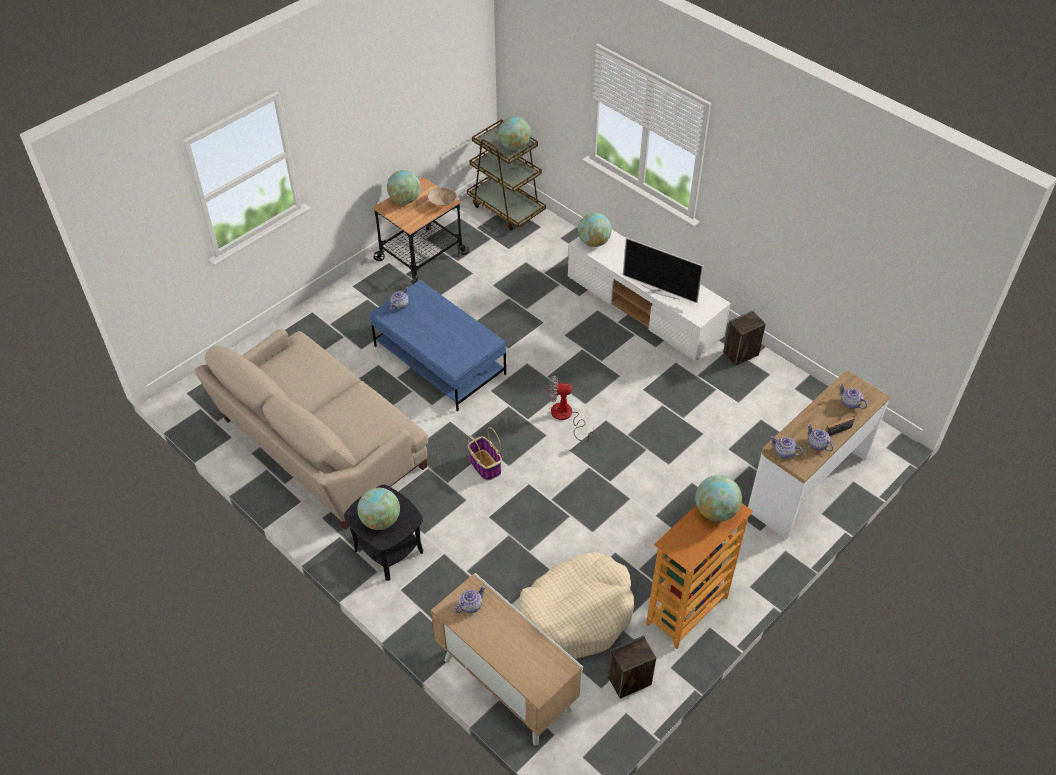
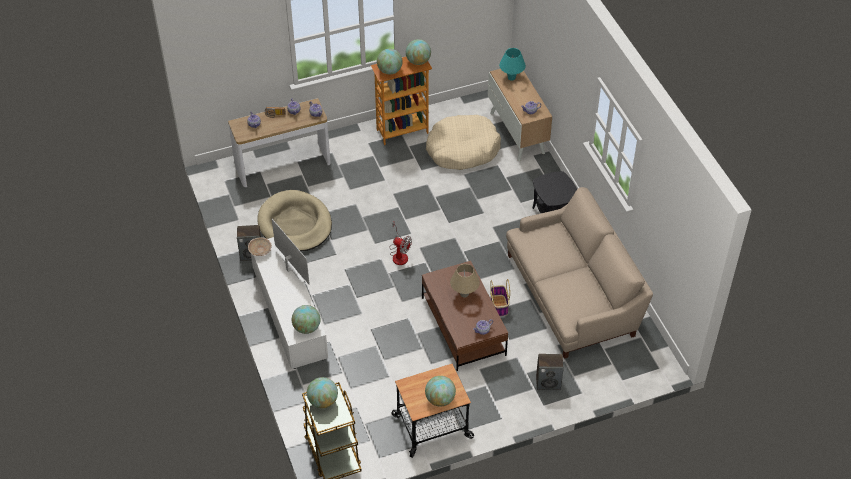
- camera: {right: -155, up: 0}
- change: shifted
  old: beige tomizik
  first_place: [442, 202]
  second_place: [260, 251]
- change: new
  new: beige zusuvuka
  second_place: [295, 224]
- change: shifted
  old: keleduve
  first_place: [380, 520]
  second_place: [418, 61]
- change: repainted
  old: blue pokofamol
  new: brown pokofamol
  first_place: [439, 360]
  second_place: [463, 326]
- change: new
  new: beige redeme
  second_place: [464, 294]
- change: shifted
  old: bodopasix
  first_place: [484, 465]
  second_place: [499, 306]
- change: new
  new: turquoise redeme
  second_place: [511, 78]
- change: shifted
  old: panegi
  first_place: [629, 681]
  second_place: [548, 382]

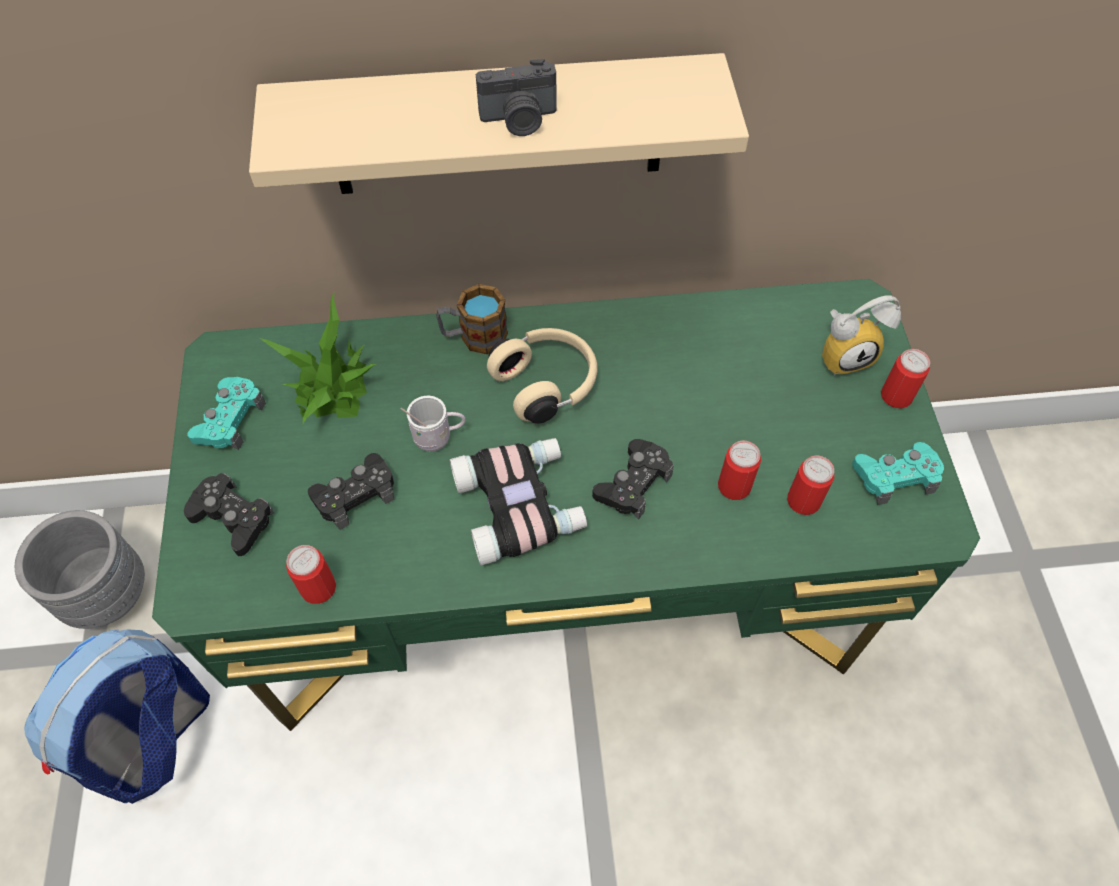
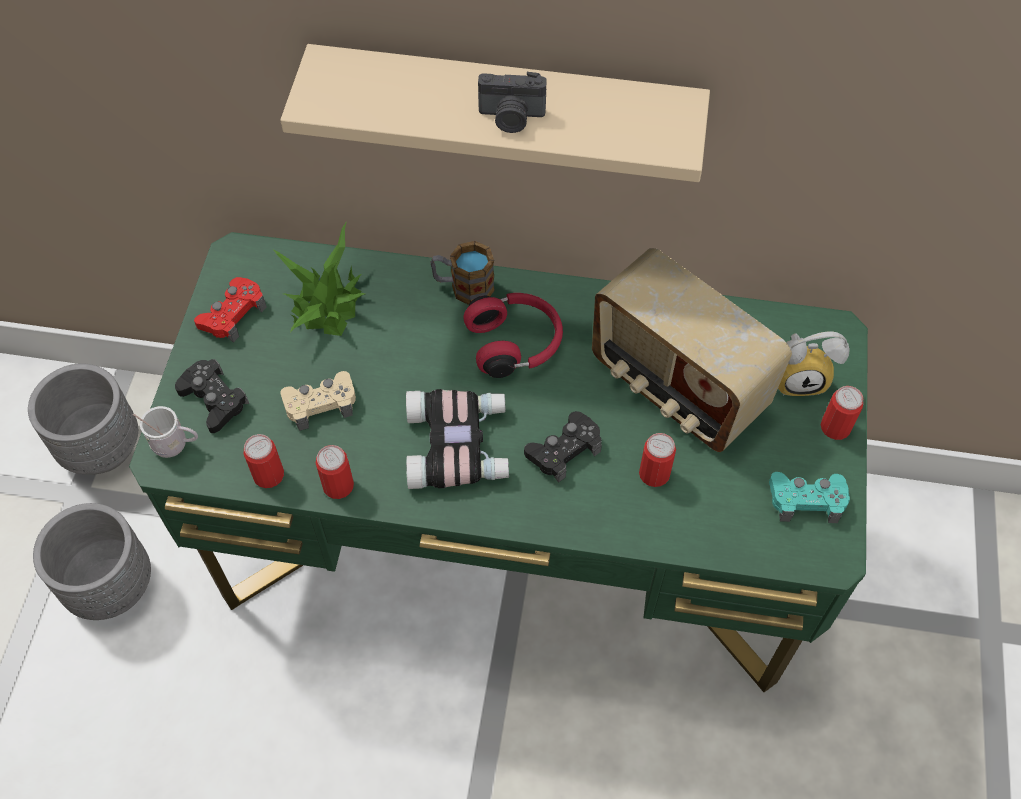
- camera: {right: 15, up: 0}
- change: swapped
  old: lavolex
  new: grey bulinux
  first_place: [154, 740]
  second_place: [111, 586]
- change: shifted
  old: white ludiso
  first_place: [438, 437]
  second_place: [175, 445]
- change: repainted
  old: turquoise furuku
  new: red furuku
  first_place: [230, 419]
  second_place: [233, 314]
- change: repainted
  old: black furuku
  new: beige furuku
  first_place: [355, 495]
  second_place: [320, 404]
- change: shifted
  old: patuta
  first_place: [803, 500]
  second_place: [338, 485]
- change: repainted
  old: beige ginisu
  new: red ginisu
  first_place: [547, 383]
  second_place: [515, 343]
- change: new
  new: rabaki
  second_place: [676, 387]

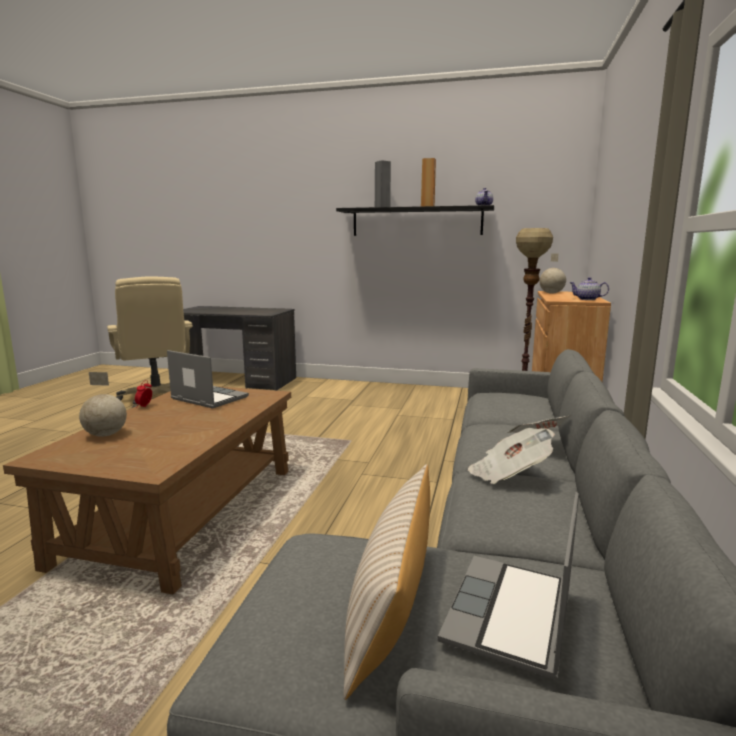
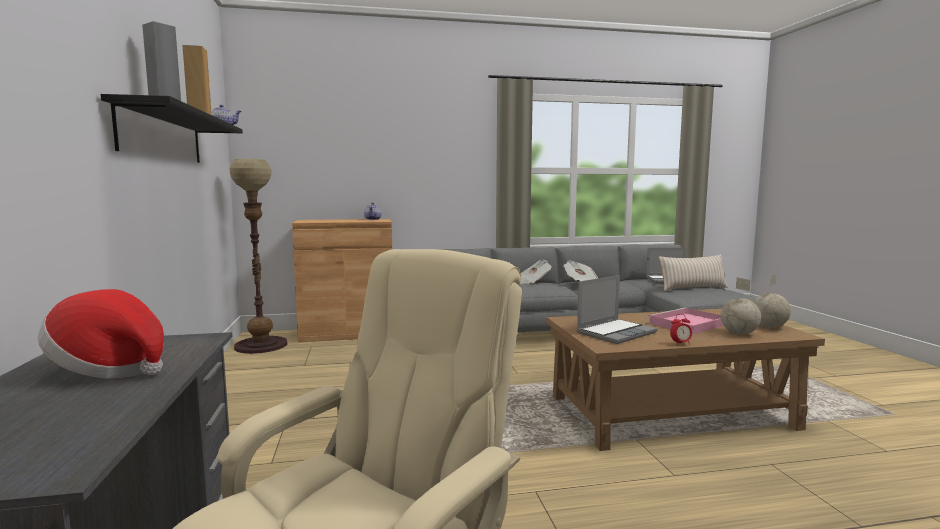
- camera: {right: -115, up: -5}
- change: new
  new: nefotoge
  second_place: [110, 369]
- change: rotated
  old: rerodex
  first_place: [208, 398]
  second_place: [616, 332]
  degrees: -135
- change: new
  new: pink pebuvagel
  second_place: [687, 324]
- change: shifted
  old: keleduve
  first_place: [551, 293]
  second_place: [769, 327]

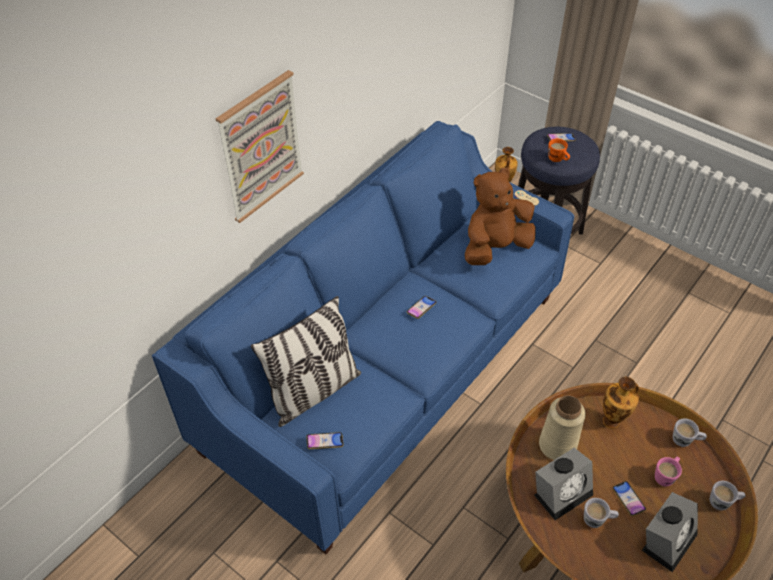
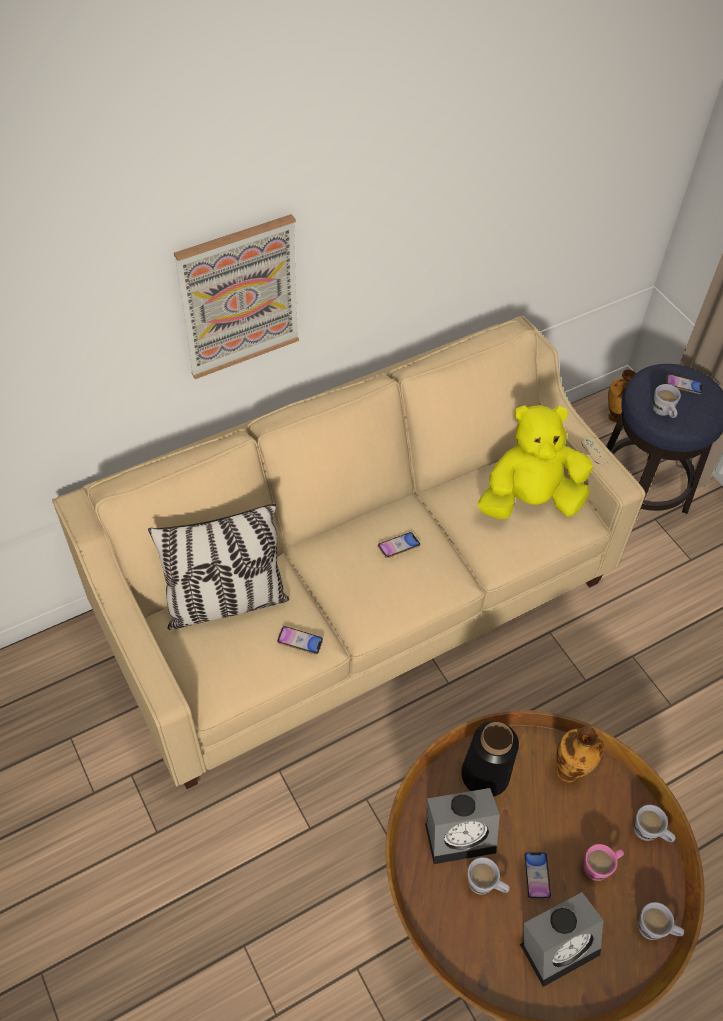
- camera: {right: 20, up: 5}
- change: repainted
  old: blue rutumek
  new: beige rutumek
  first_place: [387, 370]
  second_place: [358, 601]
- change: shifted
  old: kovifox
  first_place: [325, 442]
  second_place: [300, 642]
- change: repainted
  old: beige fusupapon
  new: black fusupapon
  first_place: [557, 445]
  second_place: [484, 775]
- change: repainted
  old: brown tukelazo
  new: yellow tukelazo
  first_place: [495, 248]
  second_place: [529, 501]
- change: repainted
  old: orange ludiso
  new: white ludiso
  first_place: [558, 160]
  second_place: [663, 413]

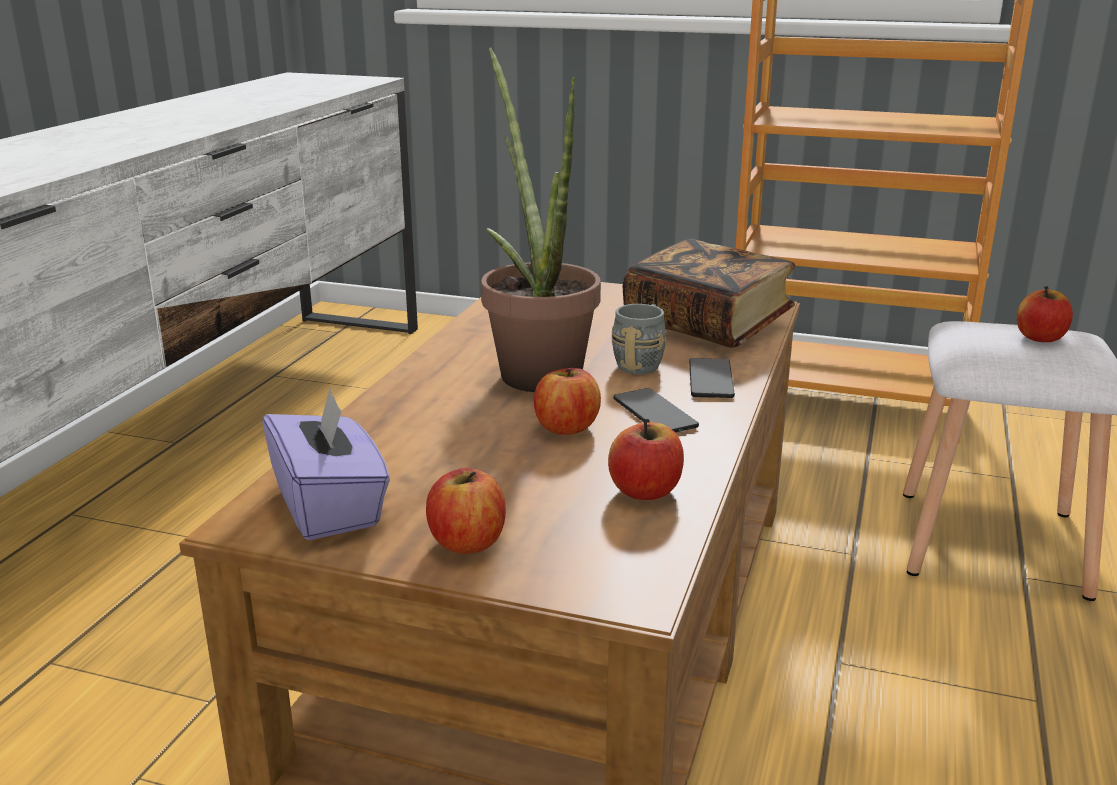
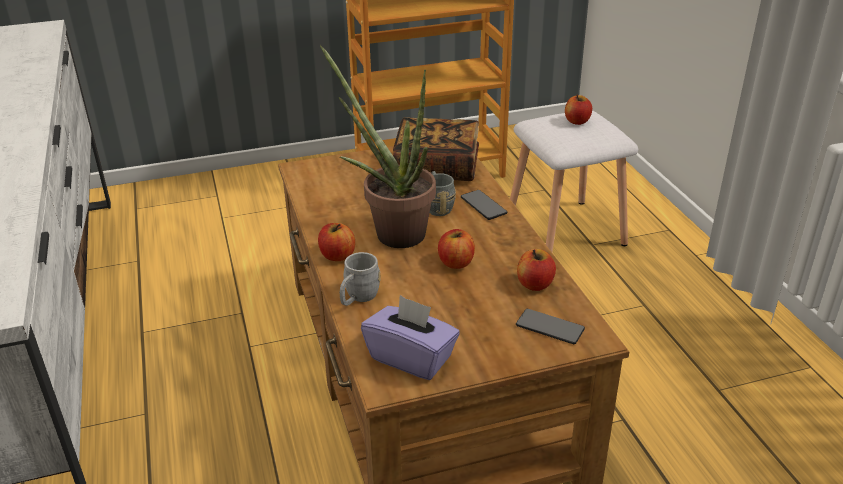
- camera: {right: -35, up: 10}
- change: shifted
  old: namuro
  first_place: [467, 542]
  second_place: [337, 255]
- change: new
  new: grey ludiso
  second_place: [358, 298]
- change: shifted
  old: kovifox
  first_place: [654, 413]
  second_place: [550, 327]

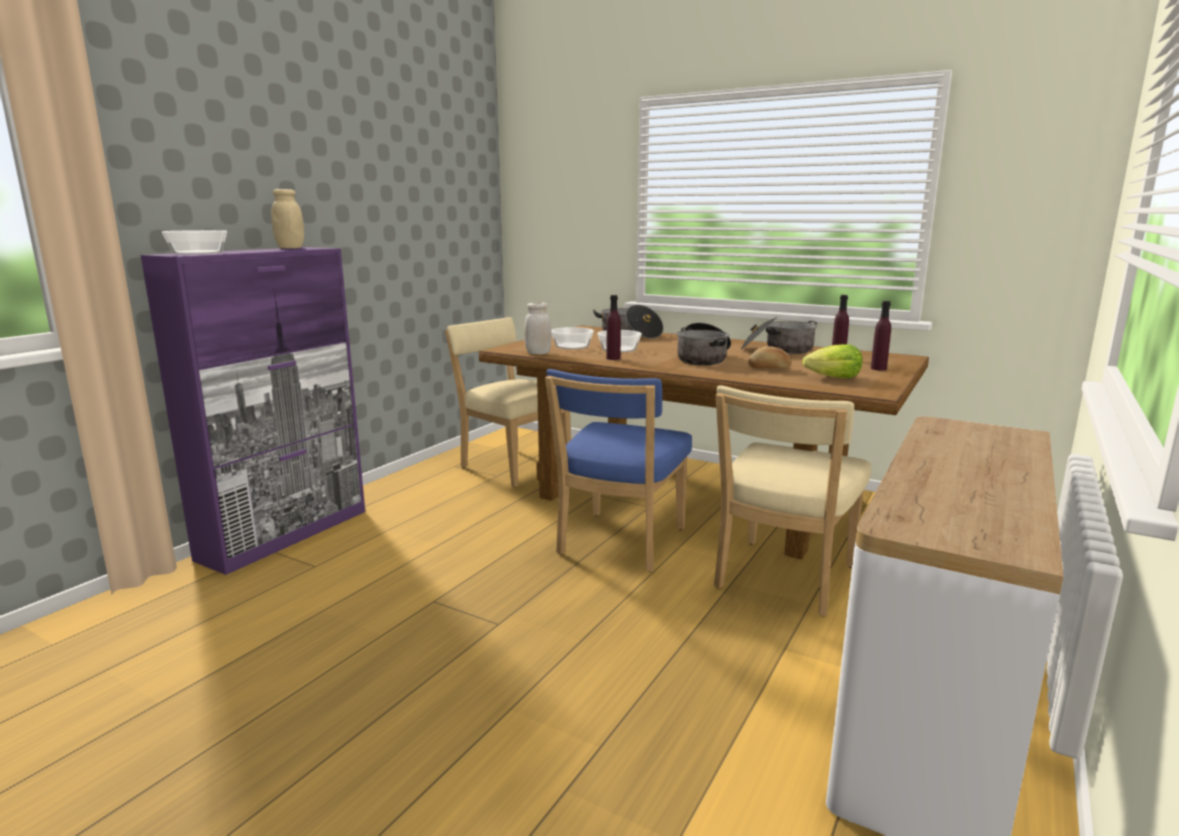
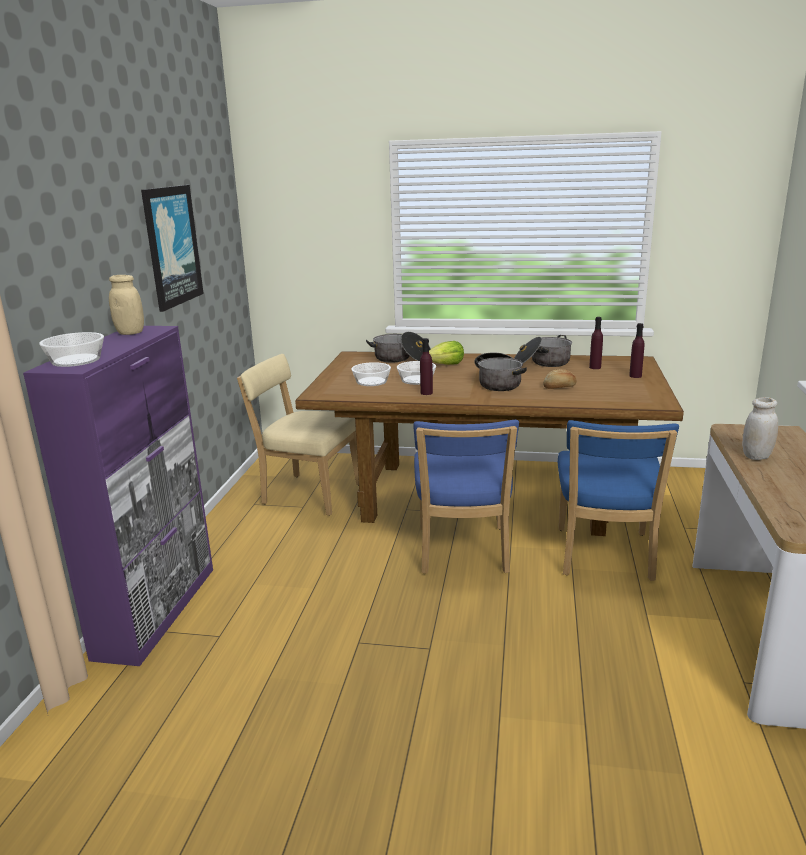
- camera: {right: -20, up: 5}
- change: new
  new: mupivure
  second_place: [171, 246]
- change: shifted
  old: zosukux
  first_place: [833, 378]
  second_place: [446, 365]
- change: repainted
  old: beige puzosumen
  new: blue puzosumen
  first_place: [782, 580]
  second_place: [604, 557]
- change: shifted
  old: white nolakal
  first_place: [538, 353]
  second_place: [756, 456]

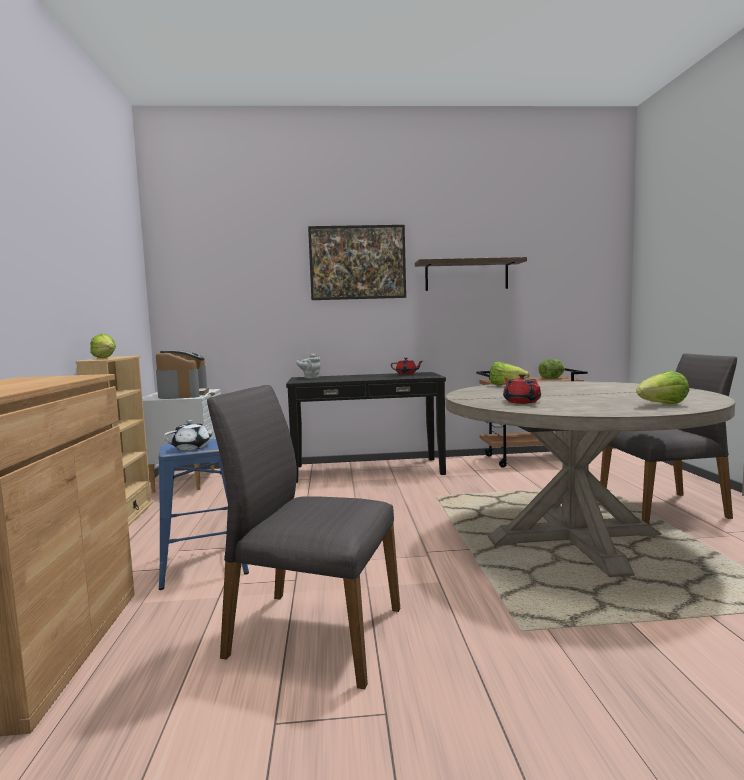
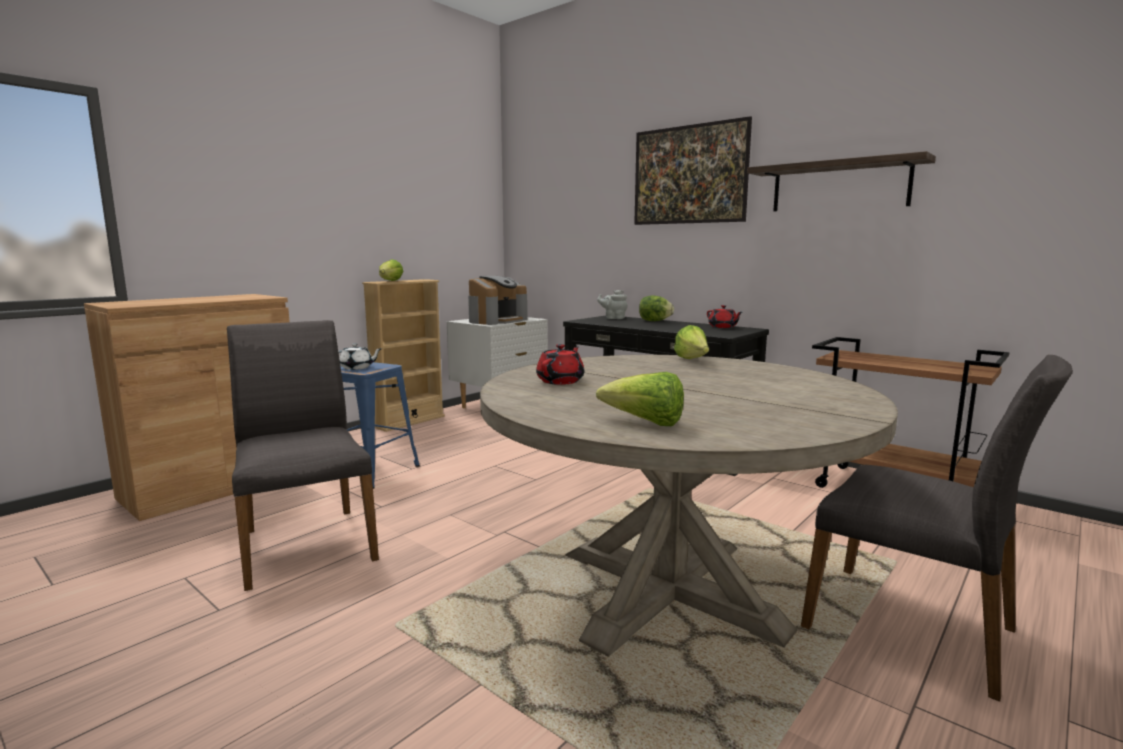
- camera: {right: 45, up: 5}
- change: shifted
  old: zosukux
  first_place: [551, 378]
  second_place: [654, 321]

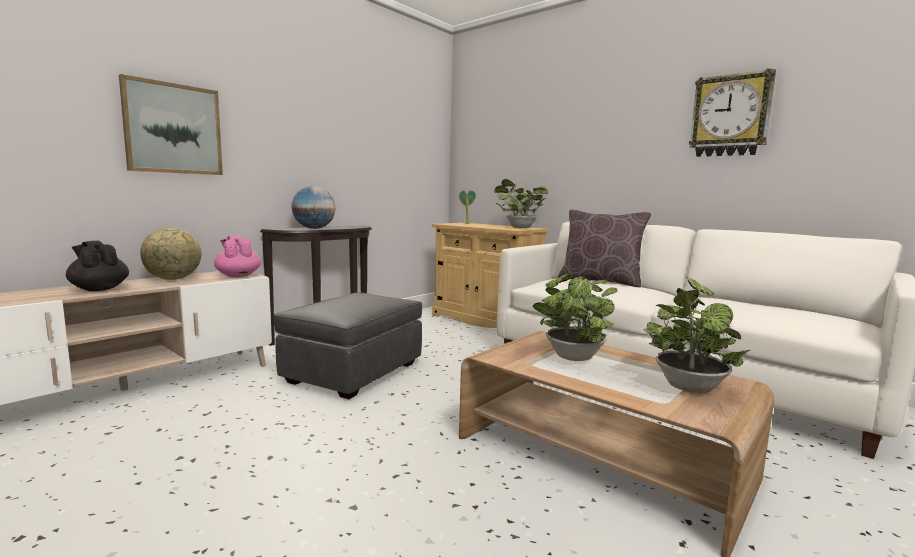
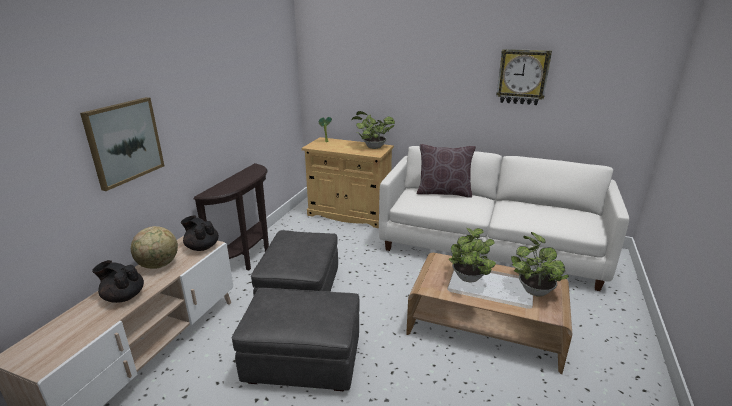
- camera: {right: -20, up: 15}
- change: repainted
  old: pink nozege
  new: black nozege
  first_place: [238, 276]
  second_place: [202, 247]
- change: new
  new: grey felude
  second_place: [303, 361]
- change: gone
  old: keleduve
  first_place: [314, 228]

